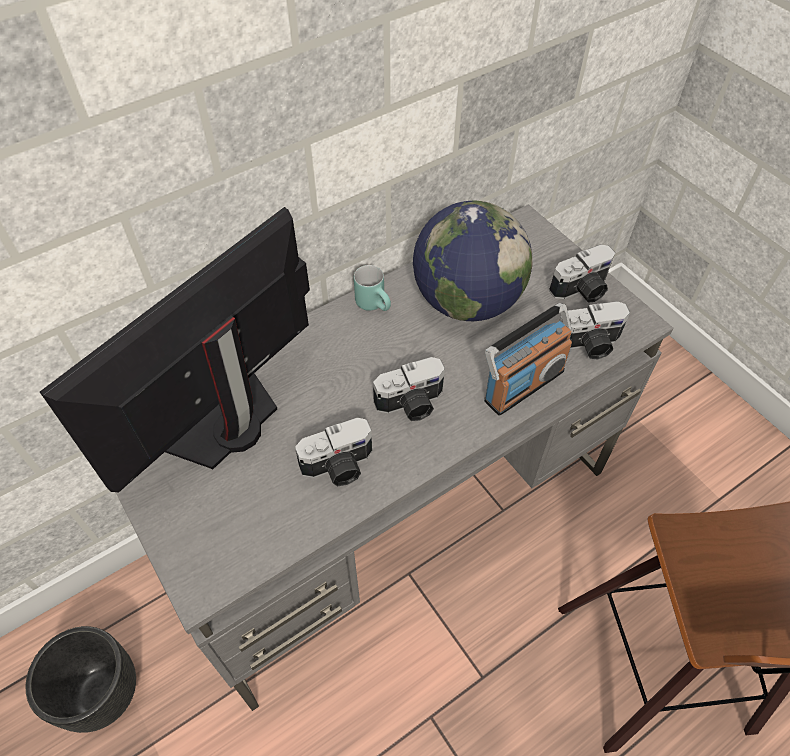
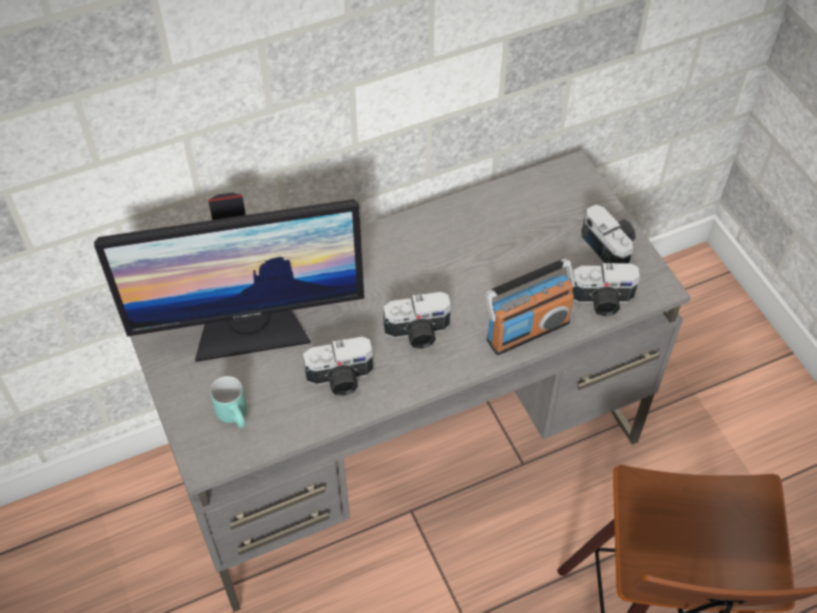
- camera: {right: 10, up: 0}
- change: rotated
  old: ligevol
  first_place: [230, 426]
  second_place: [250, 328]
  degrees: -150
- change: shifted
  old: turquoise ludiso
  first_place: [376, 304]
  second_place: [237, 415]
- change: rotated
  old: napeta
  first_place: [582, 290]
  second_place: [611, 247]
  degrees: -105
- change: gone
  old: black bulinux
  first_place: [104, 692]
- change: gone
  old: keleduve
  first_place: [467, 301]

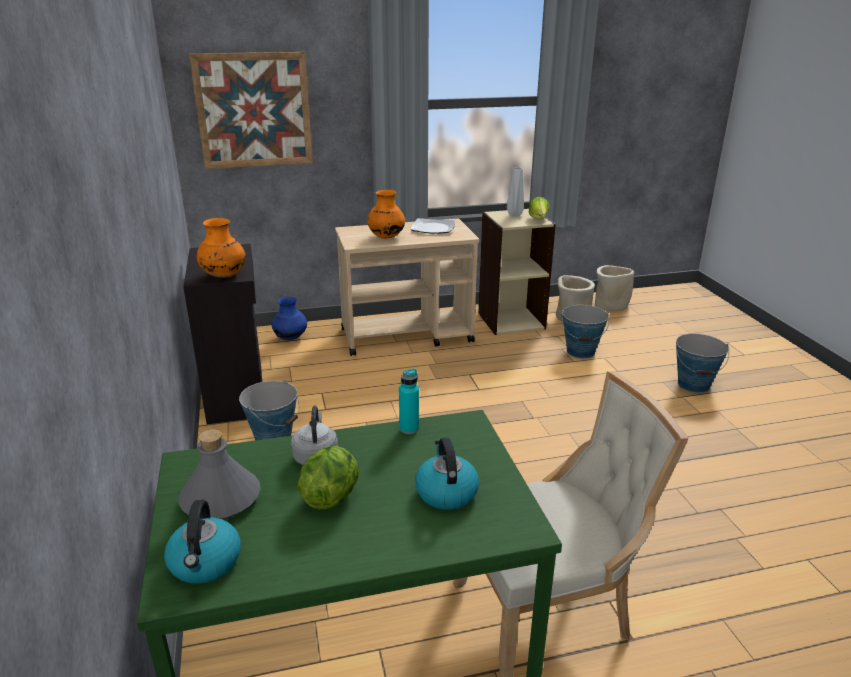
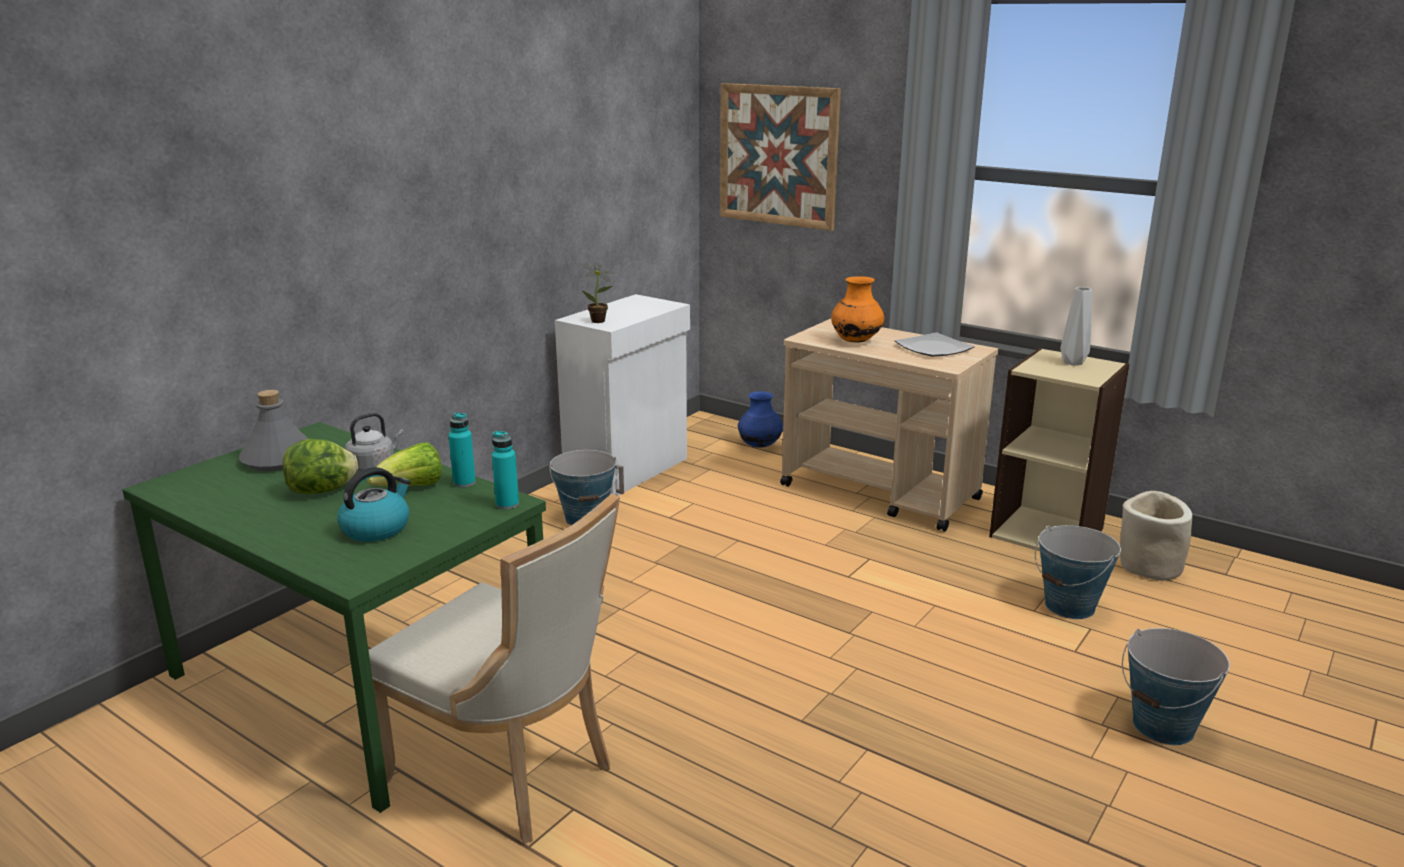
- camera: {right: 50, up: -5}
- change: shifted
  old: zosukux
  first_place: [539, 220]
  second_place: [411, 488]
- change: new
  new: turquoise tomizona
  second_place: [507, 504]
- change: repainted
  old: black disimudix
  new: white disimudix
  first_place: [237, 393]
  second_place: [629, 470]
- change: swapped
  old: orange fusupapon
  new: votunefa
  first_place: [223, 276]
  second_place: [600, 321]
- change: gone
  old: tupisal
  first_place: [205, 563]
- change: gone
  old: beige bulinux
  first_place: [610, 305]

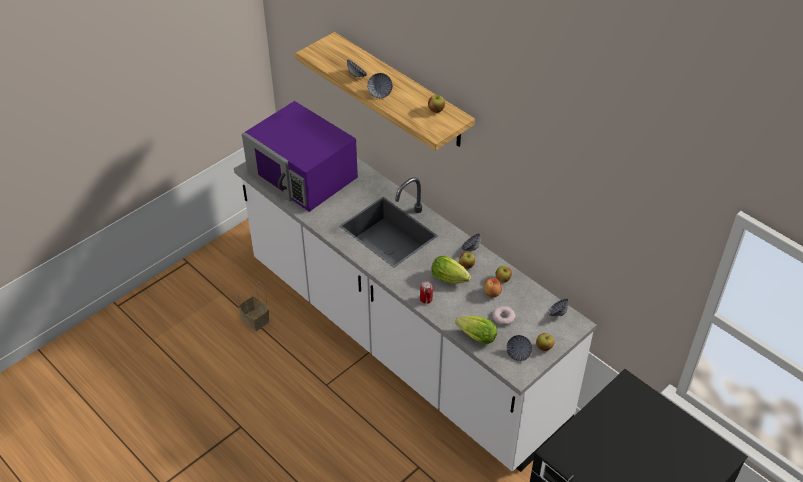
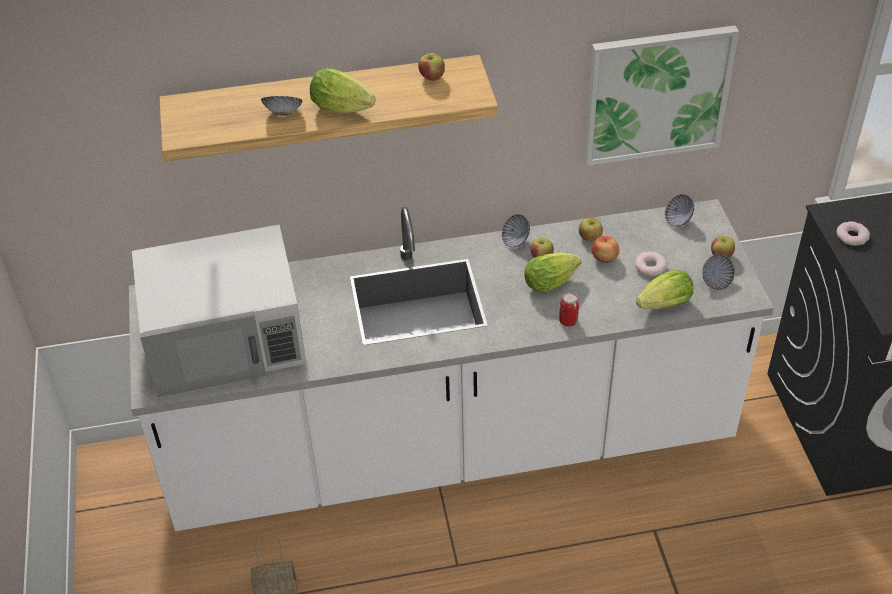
- camera: {right: -55, up: 0}
- change: repainted
  old: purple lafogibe
  new: white lafogibe
  first_place: [303, 175]
  second_place: [227, 338]
- change: swapped
  old: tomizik
  new: zosukux
  first_place: [380, 93]
  second_place: [345, 109]
- change: new
  new: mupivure
  second_place: [656, 94]
- change: new
  new: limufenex
  second_place: [852, 236]

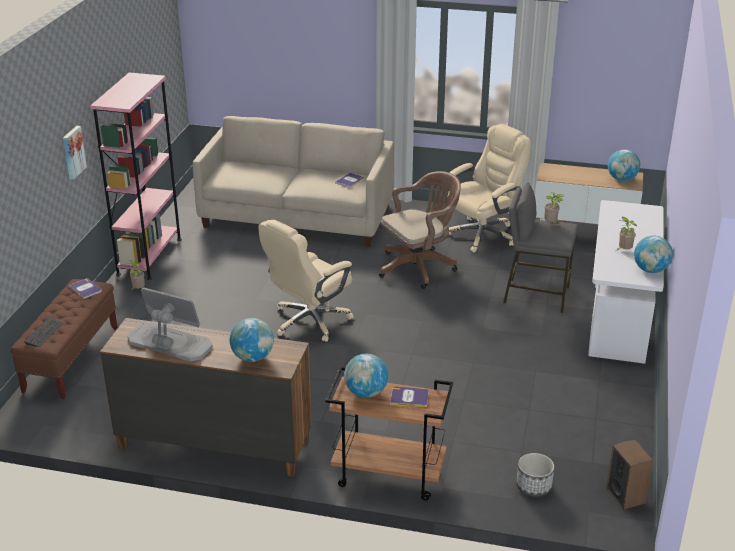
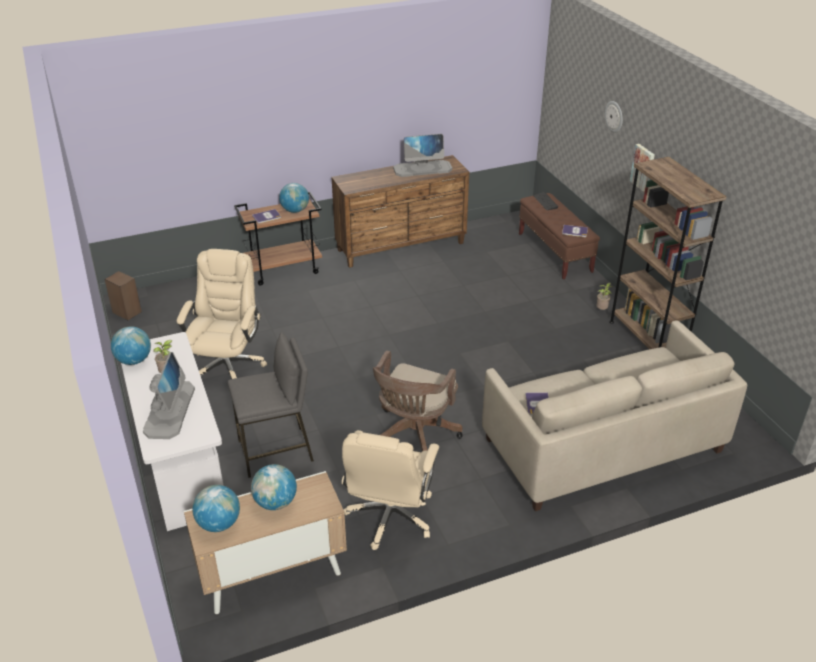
- camera: {right: 145, up: 5}
- change: new
  new: ligevol
  second_place: [169, 410]
- change: shifted
  old: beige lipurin
  first_place: [309, 321]
  second_place: [228, 365]
- change: shifted
  old: keleduve
  first_place: [253, 357]
  second_place: [275, 502]
- change: new
  new: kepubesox
  second_place: [614, 116]
- change: repainted
  old: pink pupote
  new: brown pupote
  first_place: [149, 256]
  second_place: [646, 340]
- change: gone
  old: bulinux
  first_place: [533, 487]
- change: gone
  old: votunefa
  first_place: [551, 223]

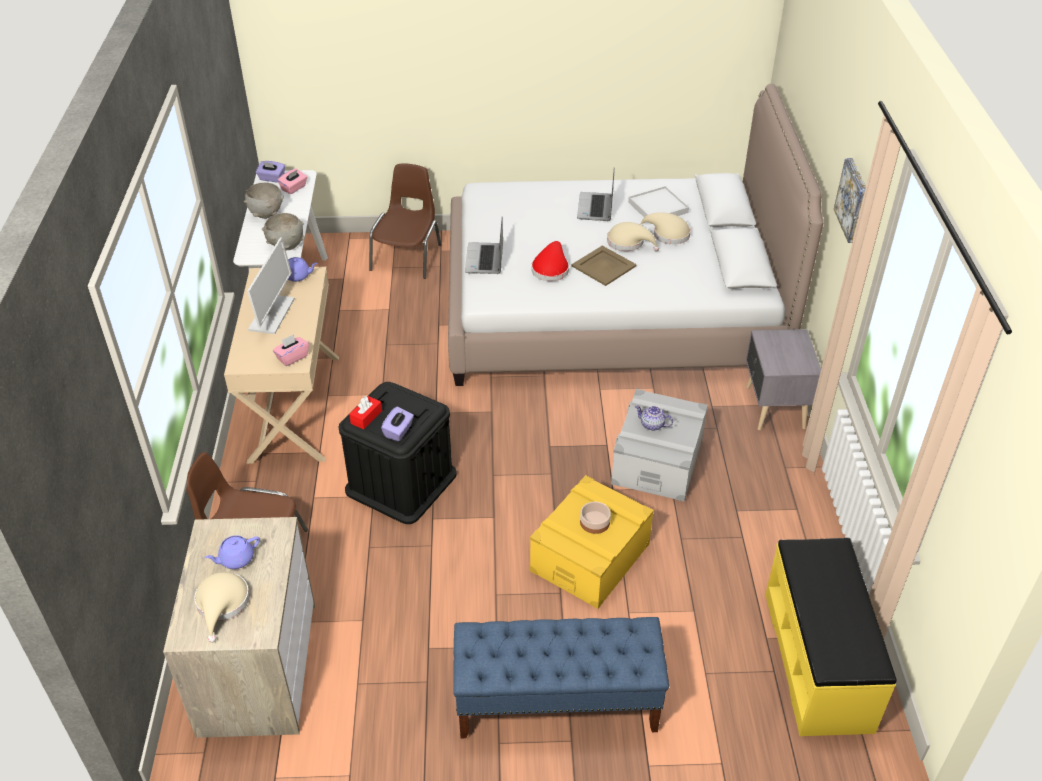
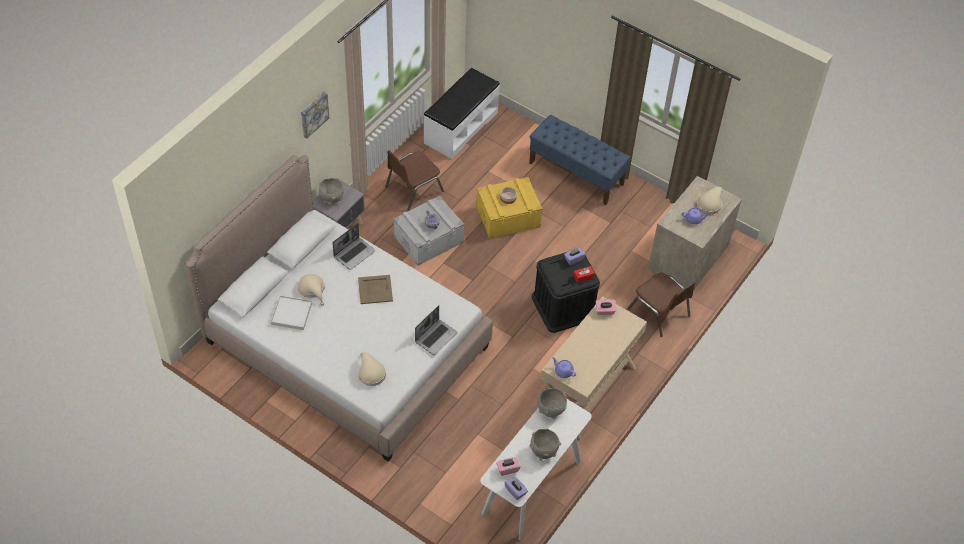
- camera: {right: -145, up: 10}
- change: new
  new: grey tomizik
  second_place: [332, 198]
- change: shifted
  old: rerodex
  first_place: [596, 208]
  second_place: [354, 253]
- change: shifted
  old: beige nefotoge
  first_place: [628, 242]
  second_place: [371, 372]
- change: shifted
  old: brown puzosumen
  first_place: [407, 257]
  second_place: [413, 189]
- change: repainted
  old: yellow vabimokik
  new: white vabimokik
  first_place: [818, 660]
  second_place: [460, 127]
- change: gone
  old: ligevol
  first_place: [272, 315]
- change: gone
  old: red nefotoge
  first_place: [550, 269]

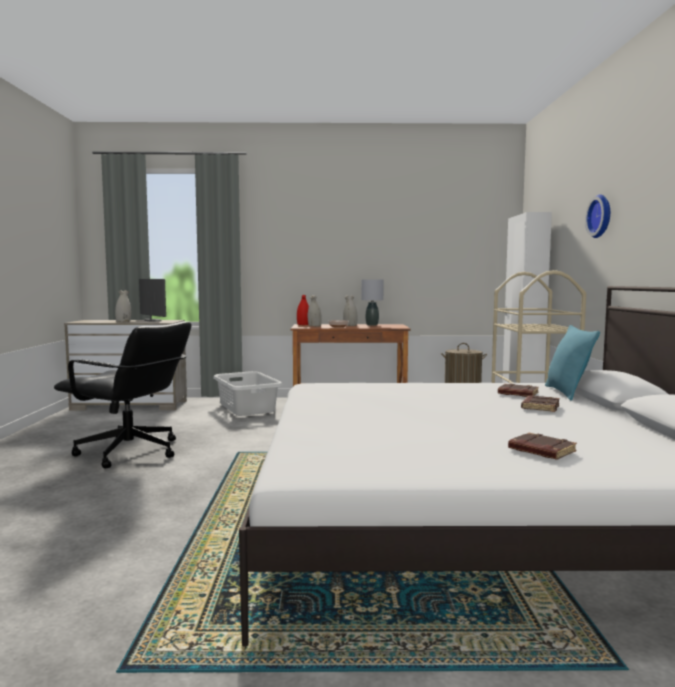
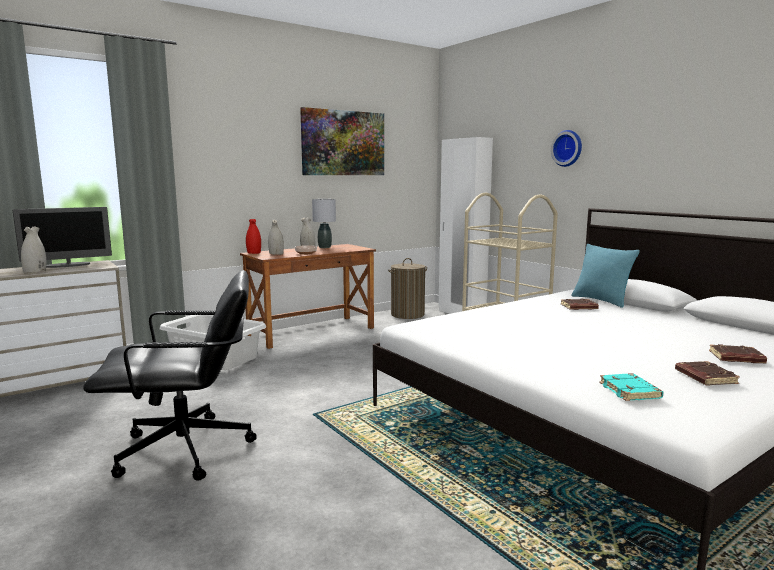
- camera: {right: -35, up: 5}
- change: rotated
  old: ligevol
  first_place: [152, 320]
  second_place: [68, 265]
  degrees: 135
- change: new
  new: mupivure
  second_place: [343, 143]
- change: new
  new: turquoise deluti
  second_place: [630, 391]
- change: shifted
  old: brown deluti
  first_place: [539, 407]
  second_place: [704, 377]

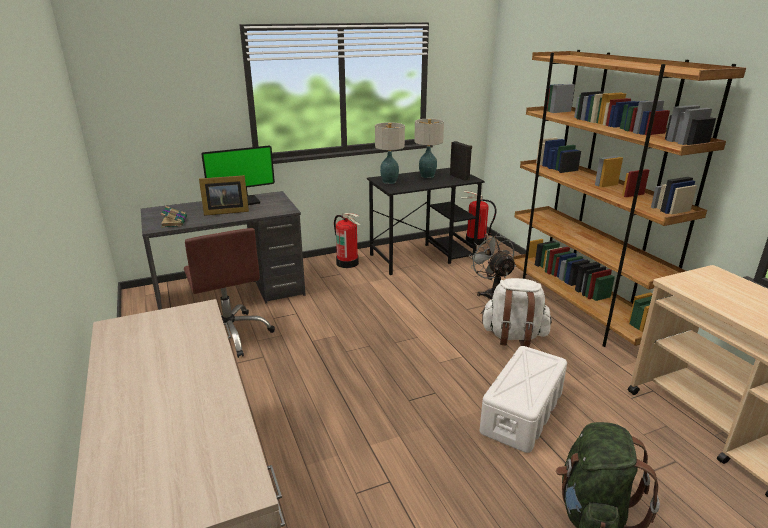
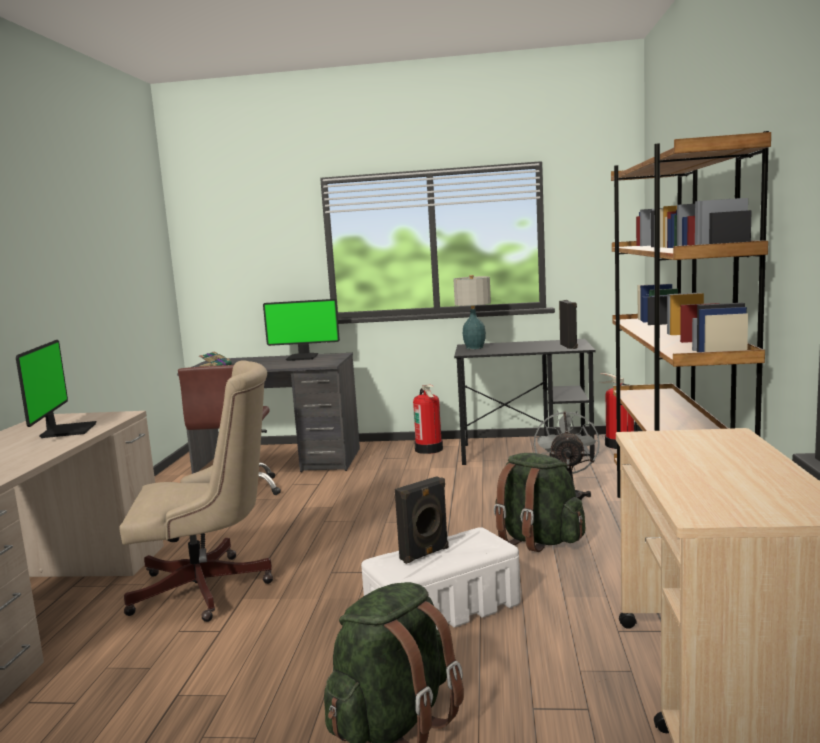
- camera: {right: 30, up: -15}
- change: new
  new: ligevol
  second_place: [66, 431]
- change: new
  new: beige lipurin
  second_place: [210, 589]
- change: new
  new: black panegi
  second_place: [425, 554]
- change: repainted
  old: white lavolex
  new: green lavolex
  first_place: [513, 336]
  second_place: [537, 540]
- change: gone
  old: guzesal
  first_place: [225, 211]
- change: gone
  old: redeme
  first_place: [427, 176]

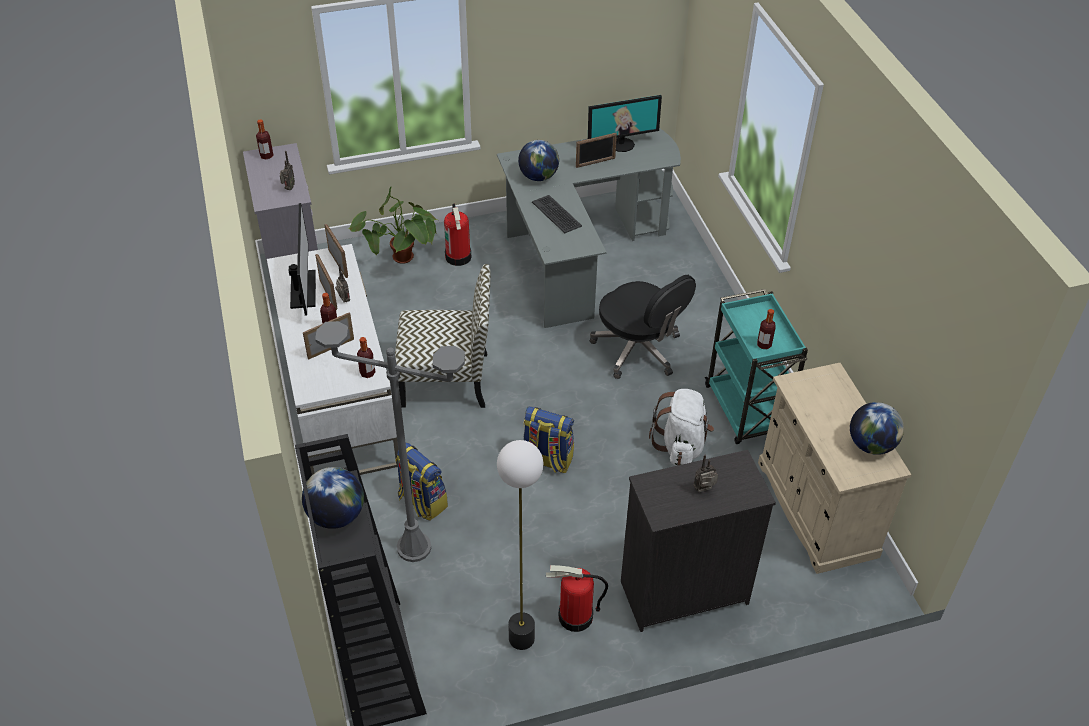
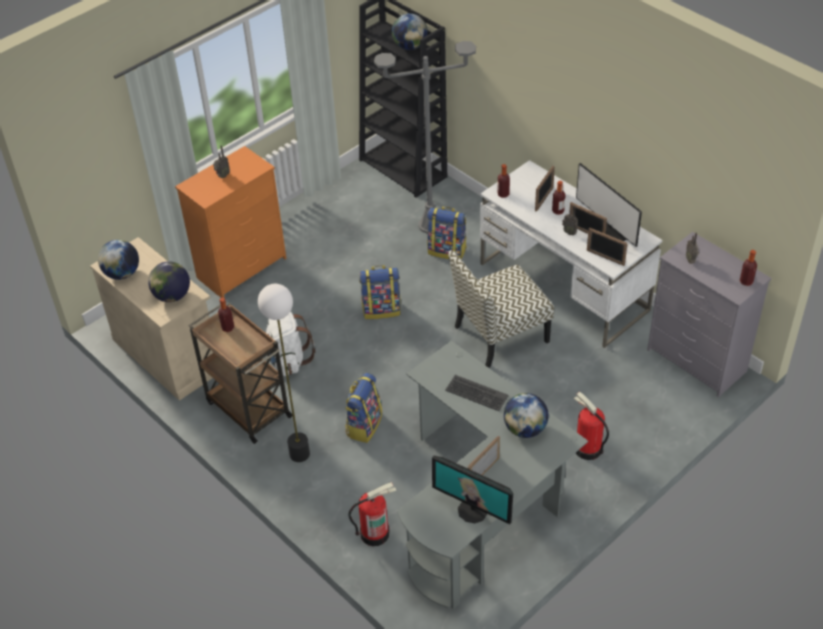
- camera: {right: 155, up: 0}
- change: new
  new: keleduve
  second_place: [172, 296]
- change: repainted
  old: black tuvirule
  new: orange tuvirule
  first_place: [682, 592]
  second_place: [242, 268]
- change: repainted
  old: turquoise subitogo
  new: brown subitogo
  first_place: [746, 411]
  second_place: [247, 408]
- change: shifted
  old: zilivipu
  first_place: [521, 638]
  second_place: [300, 453]
- change: swapped
  old: black lipurin
  new: lavolex
  first_place: [638, 350]
  second_place: [364, 425]
- change: shifted
  old: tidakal
  first_place: [575, 617]
  second_place: [375, 533]
- change: rotated
  old: ligevol
  first_place: [622, 144]
  second_place: [472, 511]
  degrees: -105
- change: gone
  old: votunefa
  first_place: [402, 264]

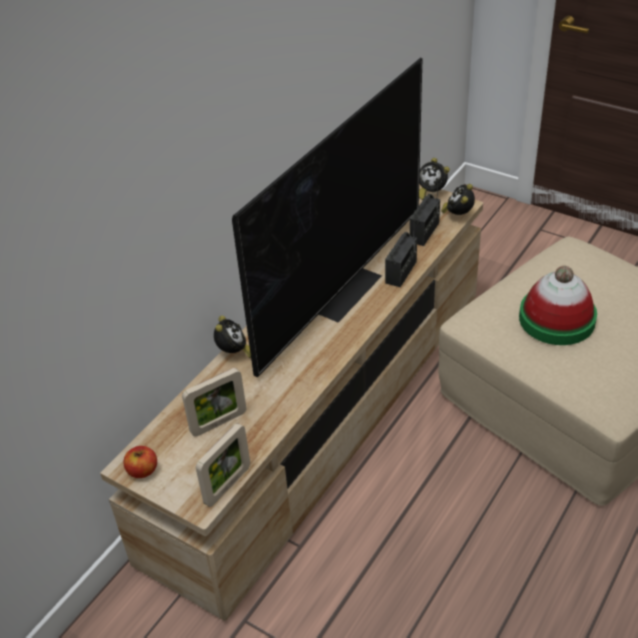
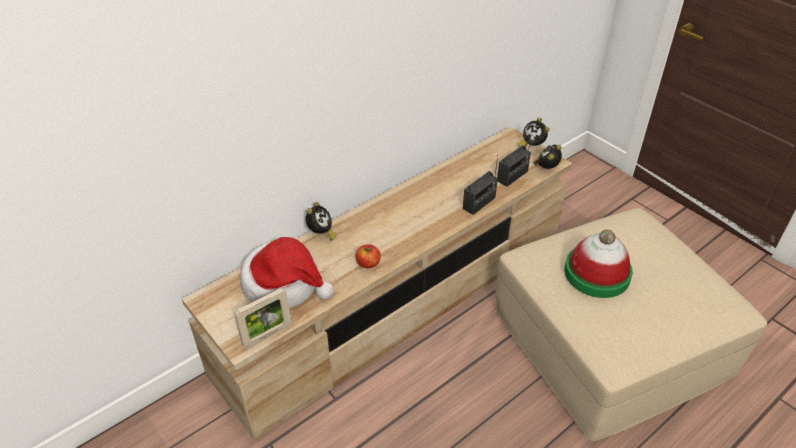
- camera: {right: 15, up: 0}
- change: swapped
  old: guzesal
  new: nefotoge
  first_place: [218, 423]
  second_place: [284, 284]
- change: shifted
  old: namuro
  first_place: [142, 470]
  second_place: [368, 263]
- change: gone
  old: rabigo
  first_place: [342, 289]

